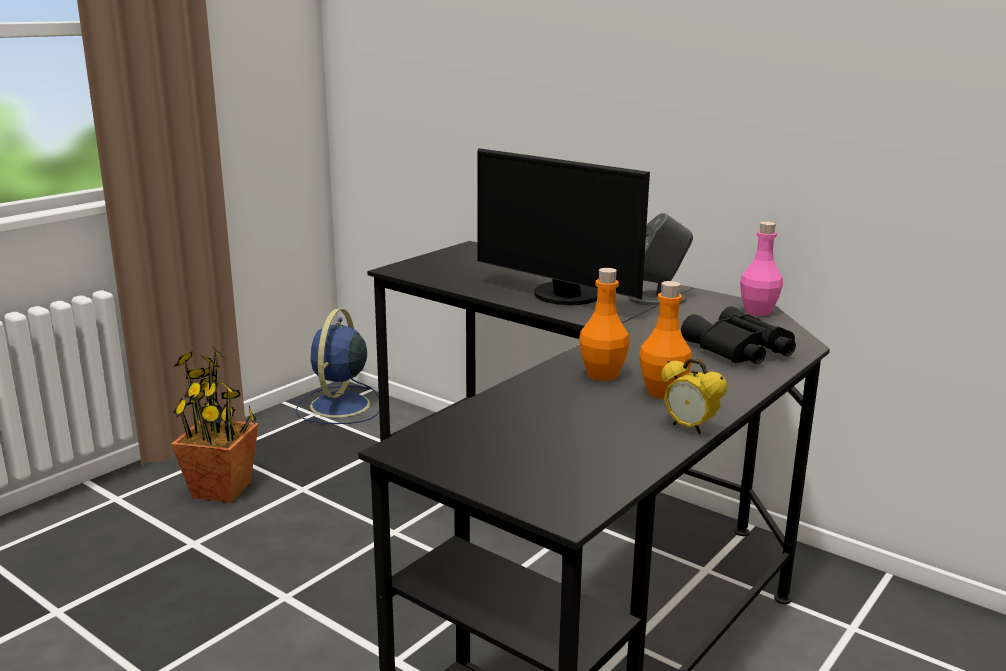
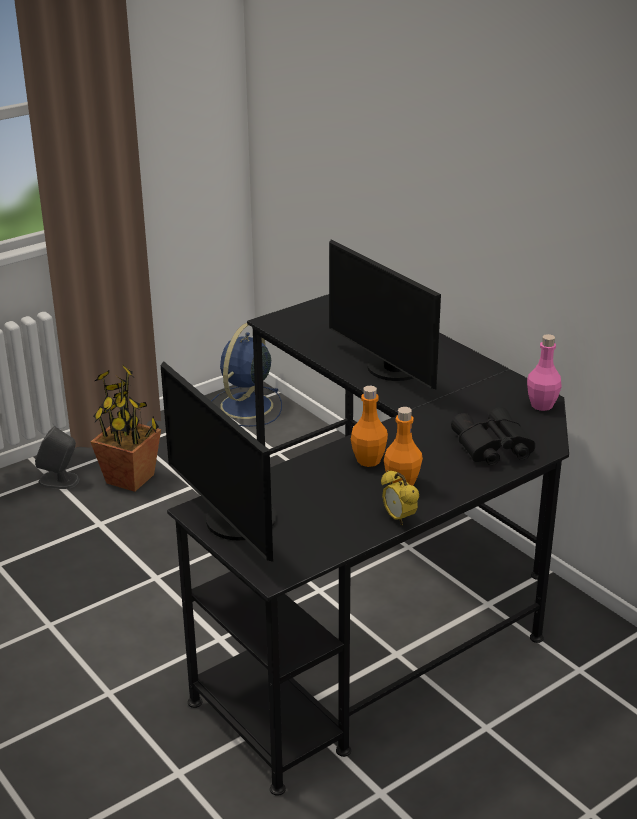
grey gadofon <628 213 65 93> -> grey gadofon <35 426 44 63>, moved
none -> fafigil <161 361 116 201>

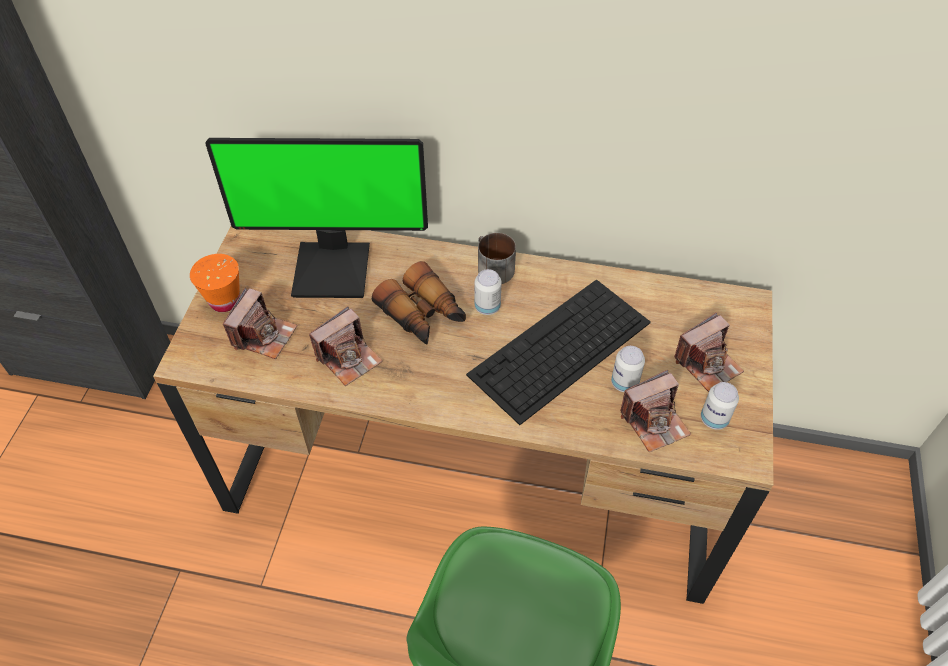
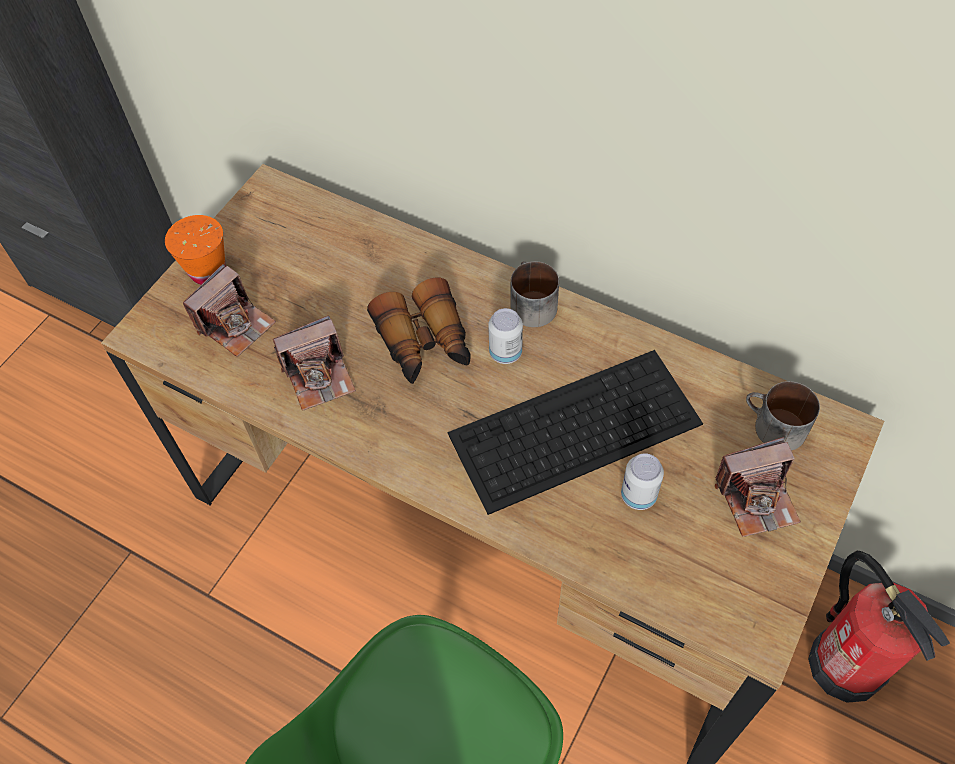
fafigil <205 138 223 160> -> none
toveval <620 370 71 82> -> none
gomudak <701 382 38 48> -> none
none -> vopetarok <746 381 74 69>
none -> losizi <808 551 142 152>

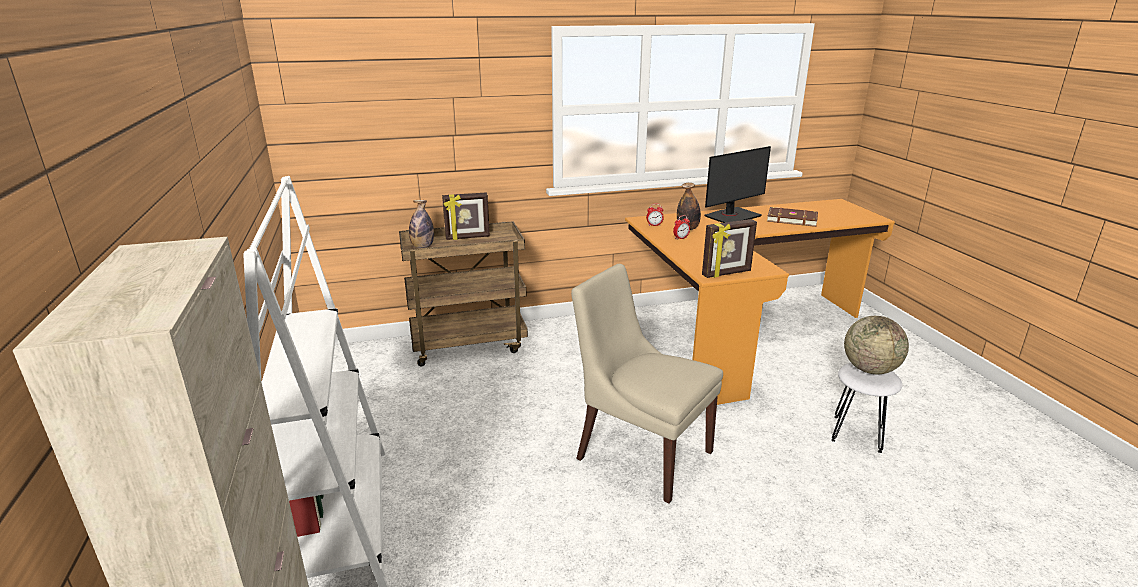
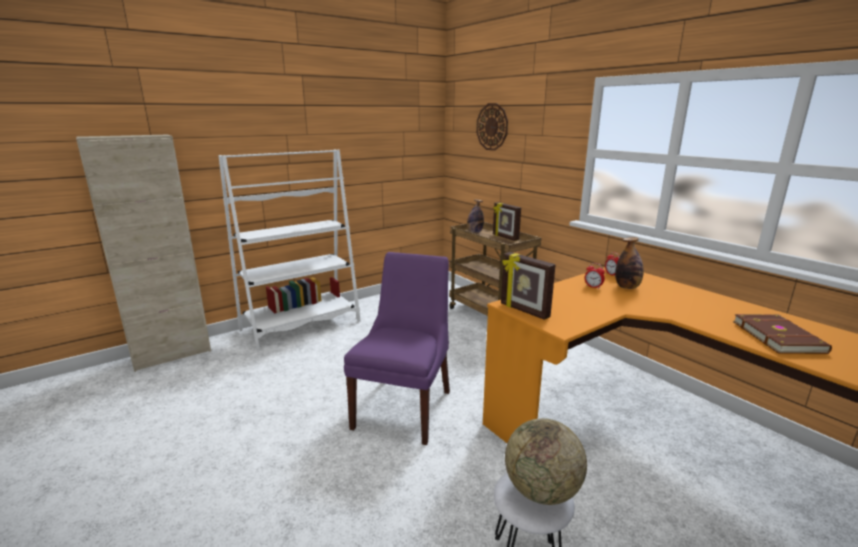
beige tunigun <571 264 152 239> -> purple tunigun <344 252 106 193>
fafigil <705 146 66 77> -> none
none -> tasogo <476 103 32 48>

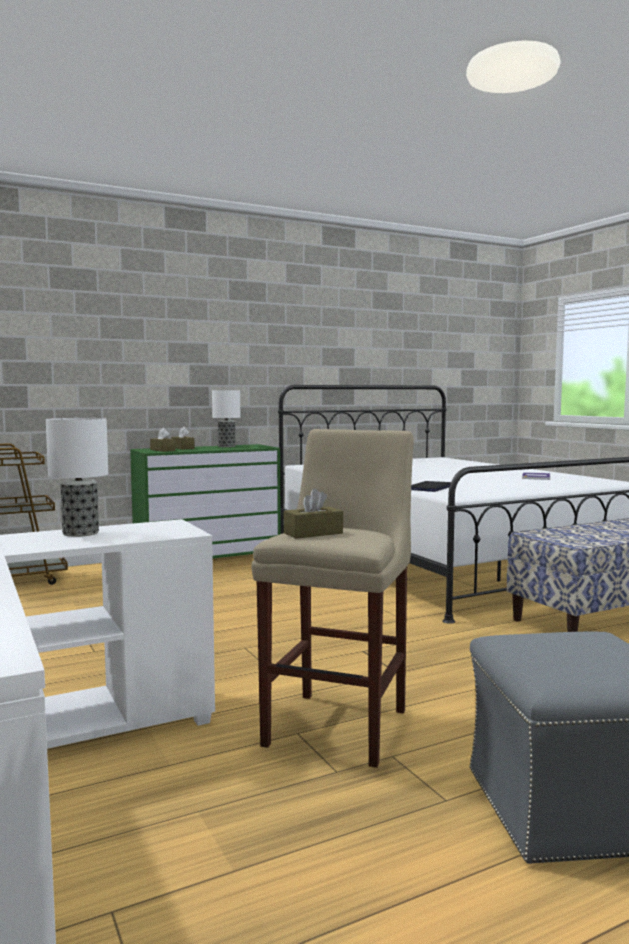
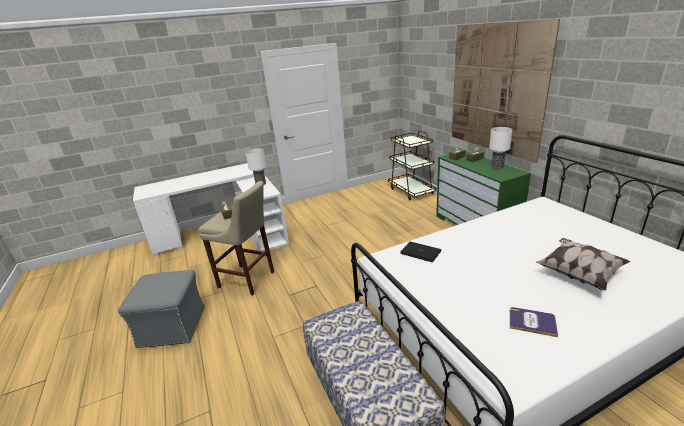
none -> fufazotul <452 19 108 144>
none -> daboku <535 238 95 53>

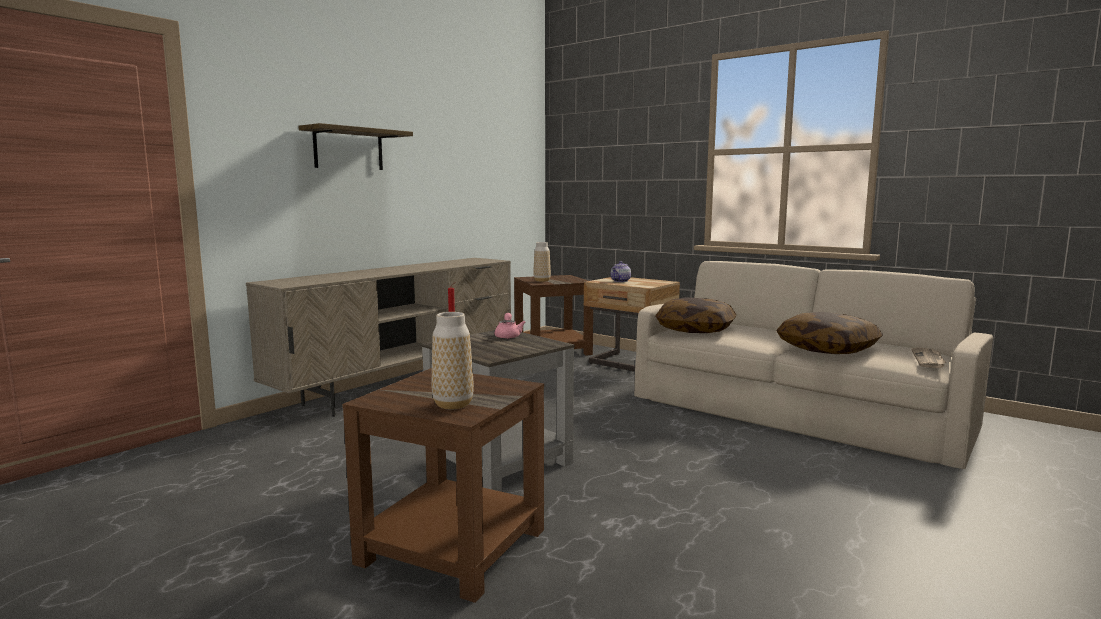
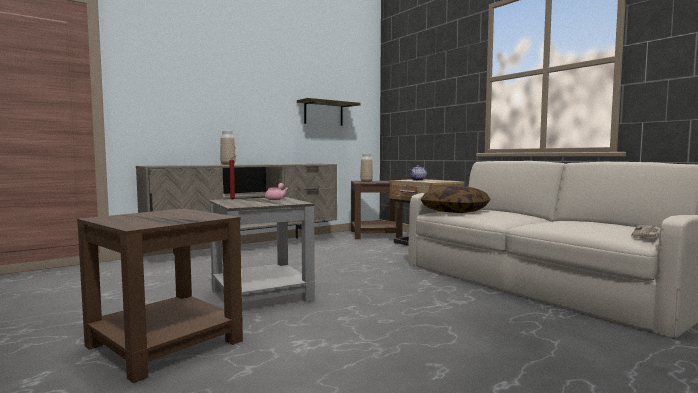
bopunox <298 123 115 47> -> bopunox <297 98 63 28>, moved
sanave <432 312 42 97> -> sanave <220 131 16 34>, moved
daboku <776 312 107 42> -> none

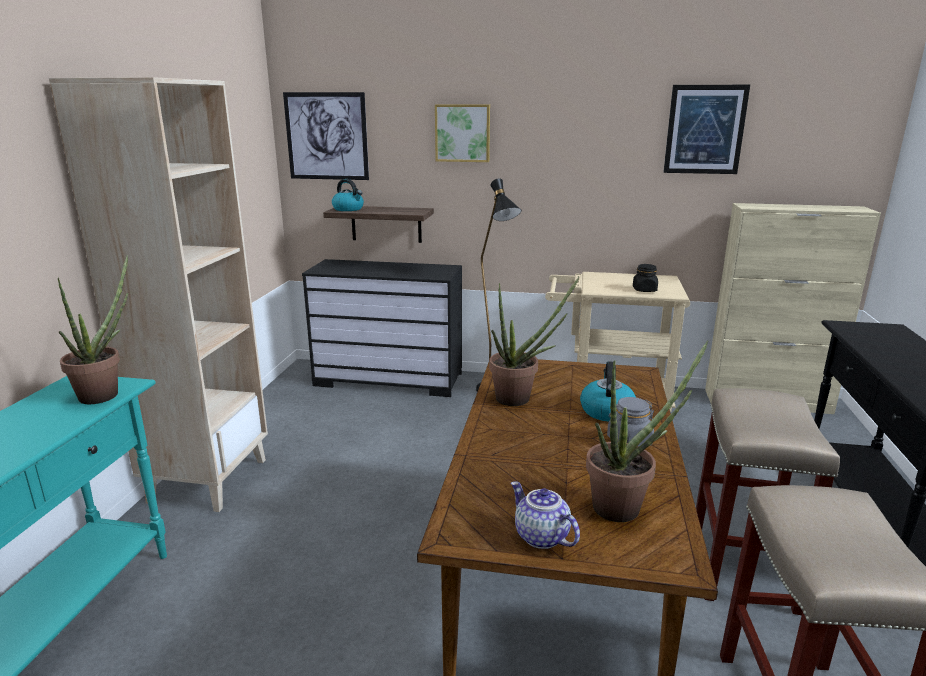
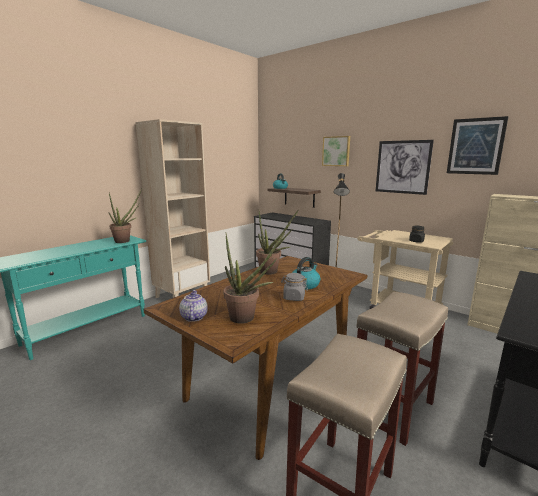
fufazotul <283 92 86 88> -> fufazotul <376 140 58 55>, moved

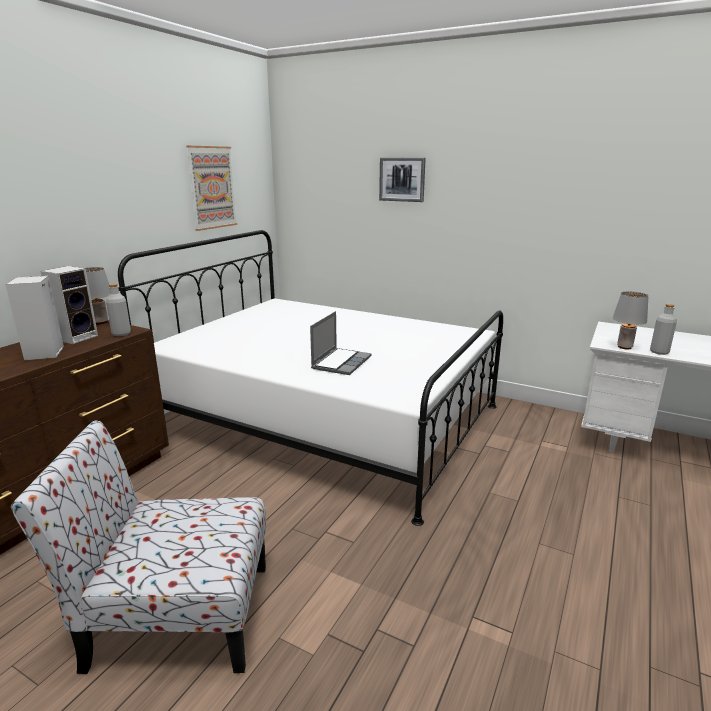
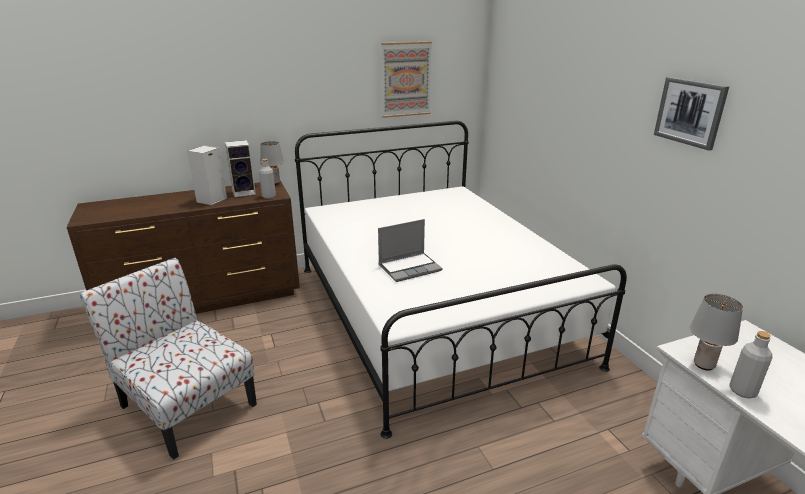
fufazotul <379 158 47 44> -> fufazotul <654 77 75 74>, moved

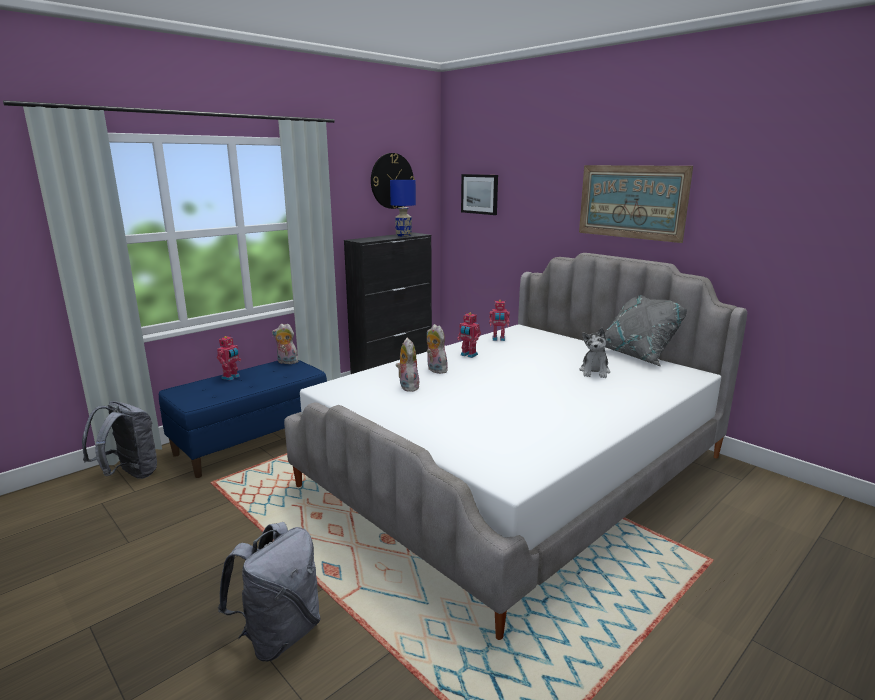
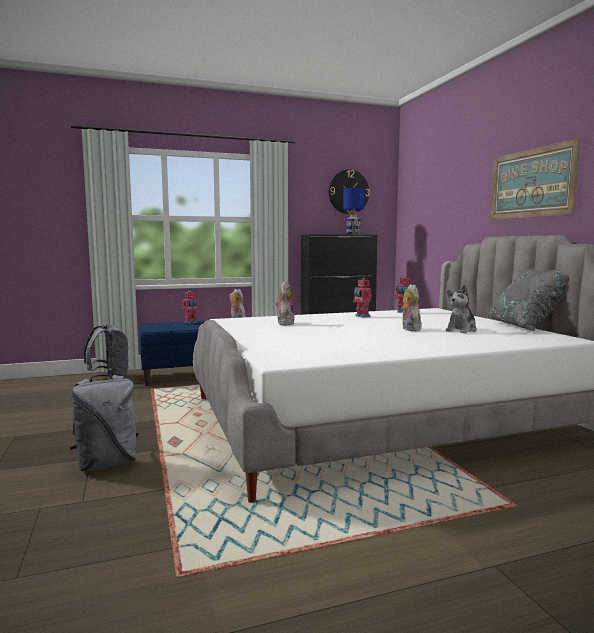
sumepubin <426 324 24 50> -> sumepubin <401 284 20 48>, moved
fufazotul <461 174 37 41> -> none

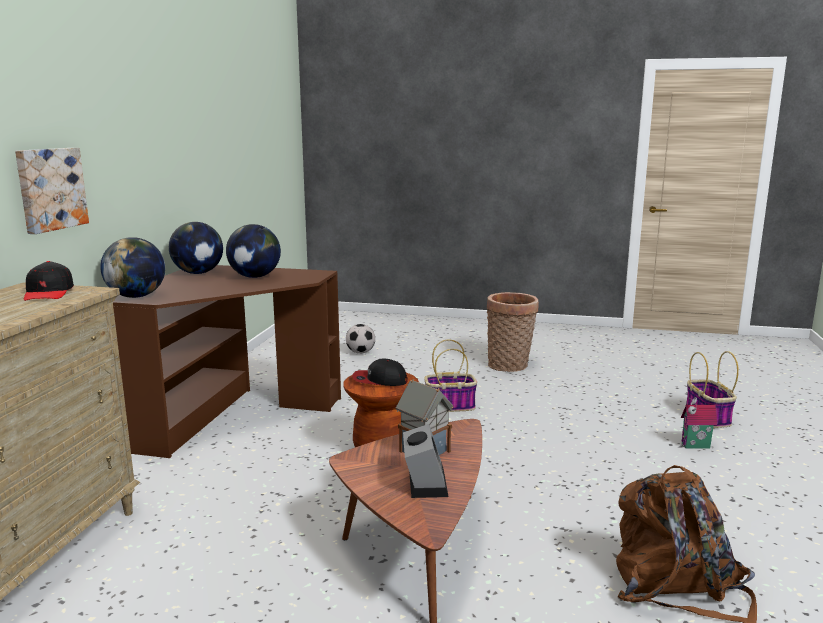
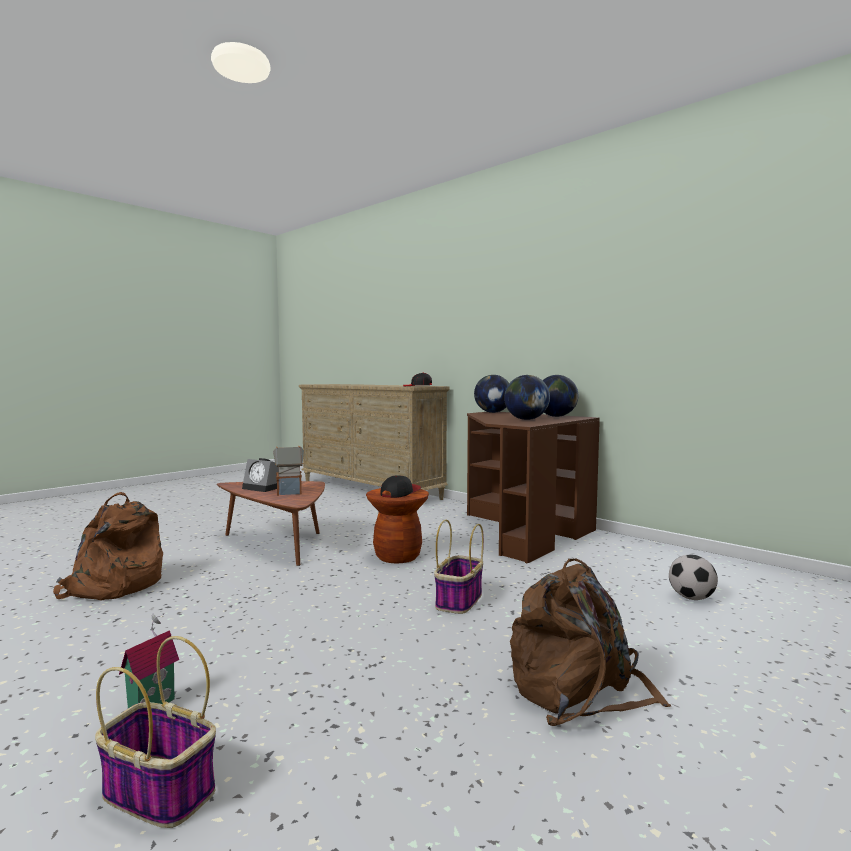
fufazotul <15 148 74 86> -> none
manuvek <487 292 52 80> -> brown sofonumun <510 559 161 167>

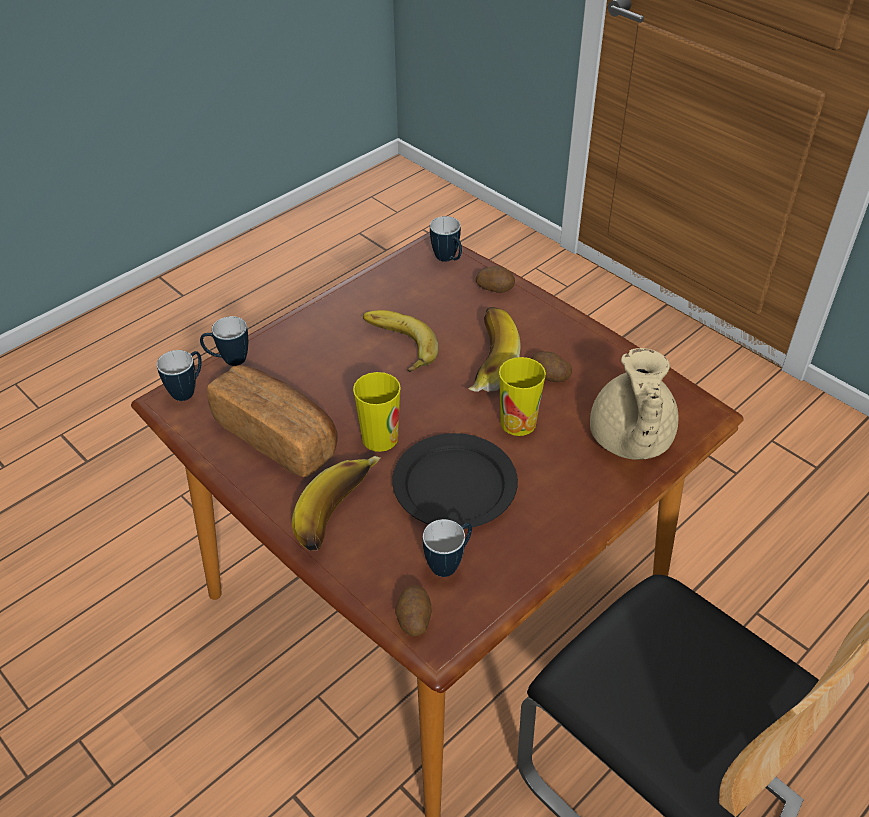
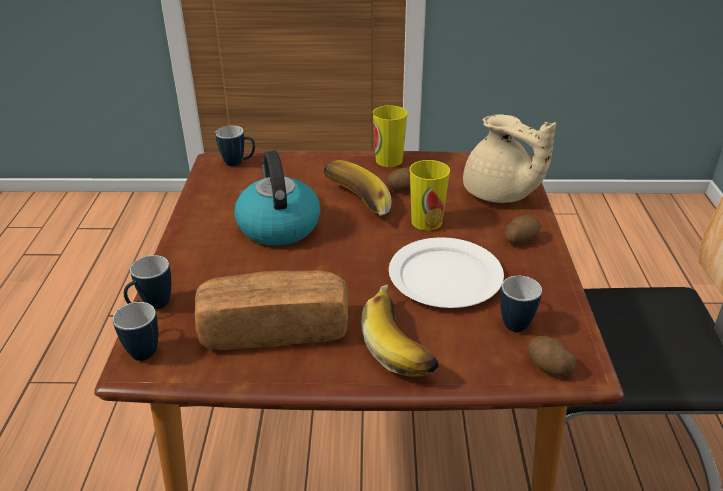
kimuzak <353 372 48 80> -> kimuzak <373 105 35 62>, moved
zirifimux <363 310 76 62> -> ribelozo <234 151 87 95>
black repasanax <392 433 126 96> -> white repasanax <389 237 115 71>
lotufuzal <476 266 39 27> -> lotufuzal <505 215 36 29>, moved

